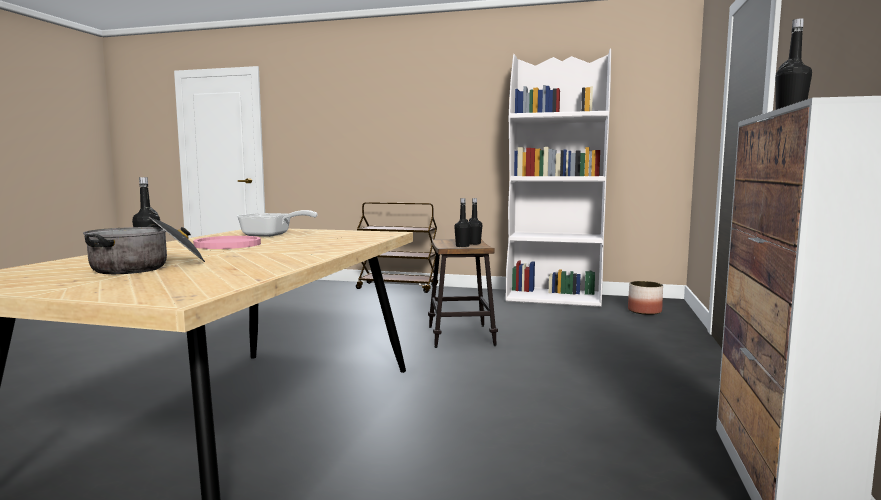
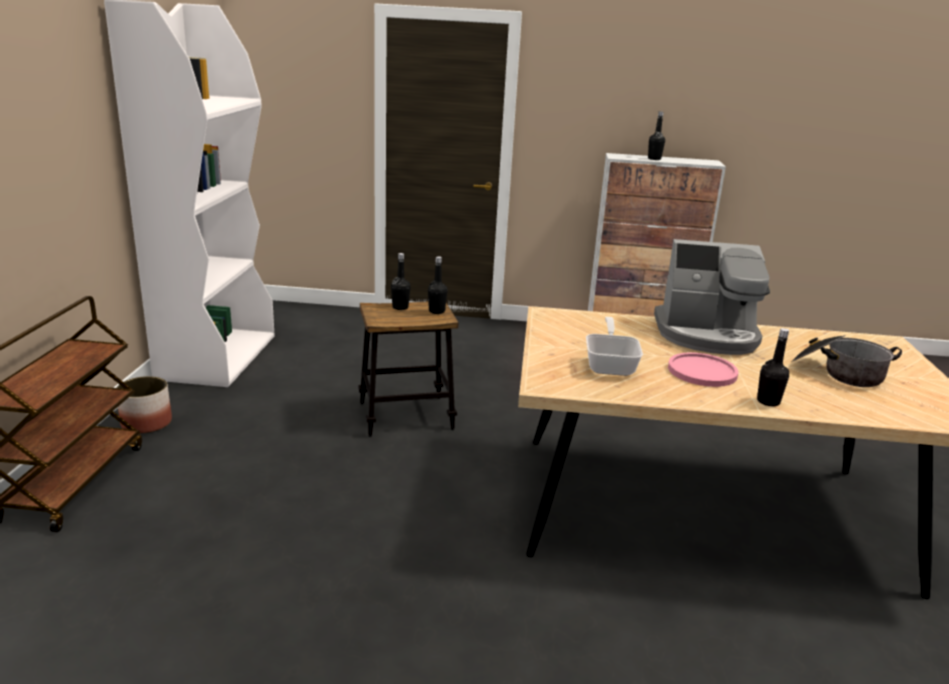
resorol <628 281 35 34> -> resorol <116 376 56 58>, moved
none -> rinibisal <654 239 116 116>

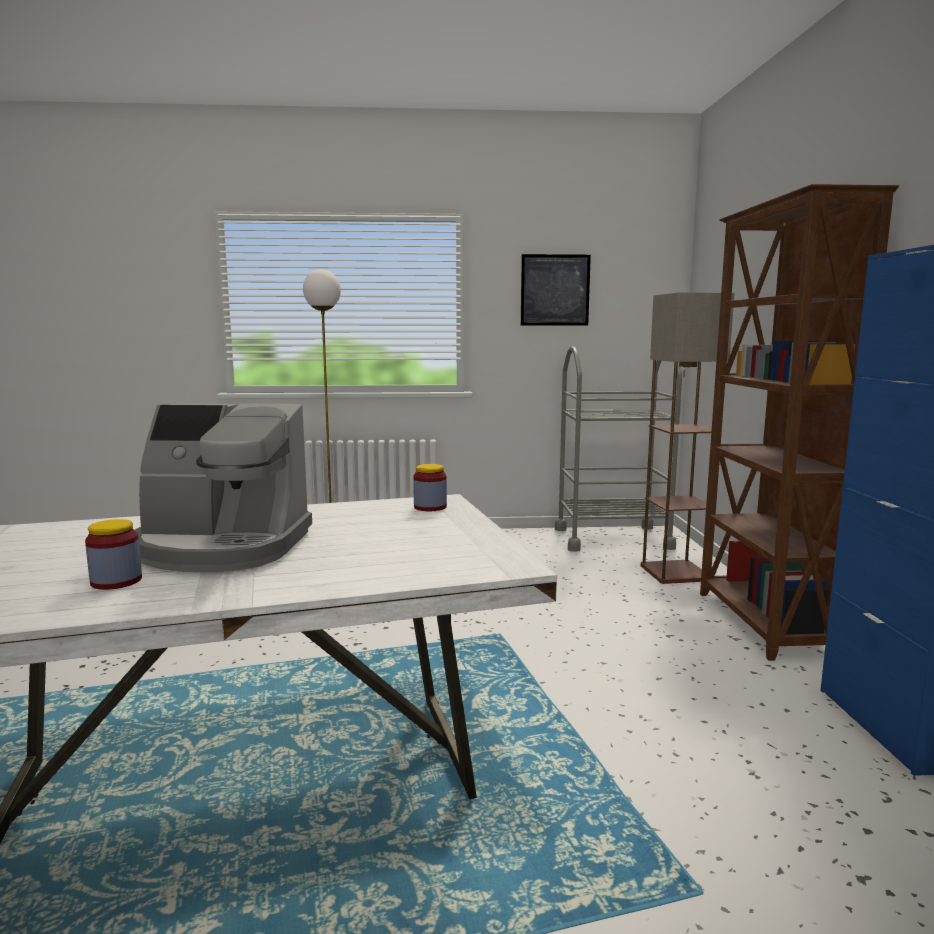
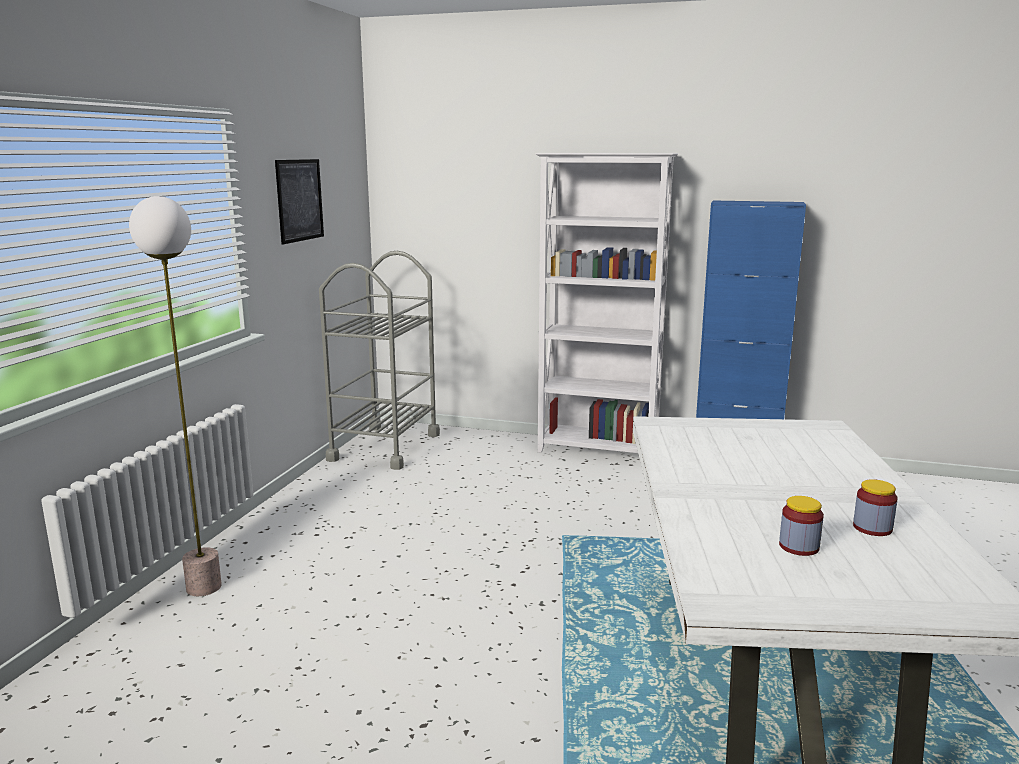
rinibisal <135 404 177 168> -> none
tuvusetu <413 464 34 47> -> tuvusetu <779 496 45 60>, moved
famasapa <641 292 94 292> -> none
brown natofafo <700 184 199 477> -> white natofafo <535 153 143 300>

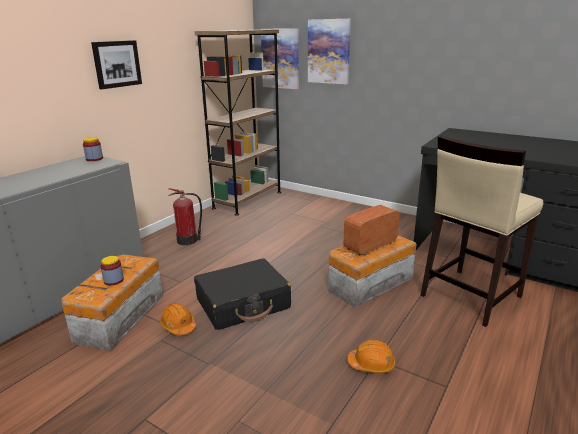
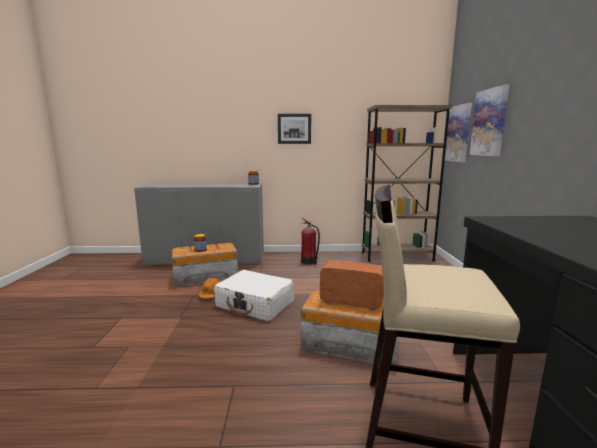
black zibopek <194 258 97 72> -> white zibopek <214 270 80 52>
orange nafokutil <347 340 49 33> -> none

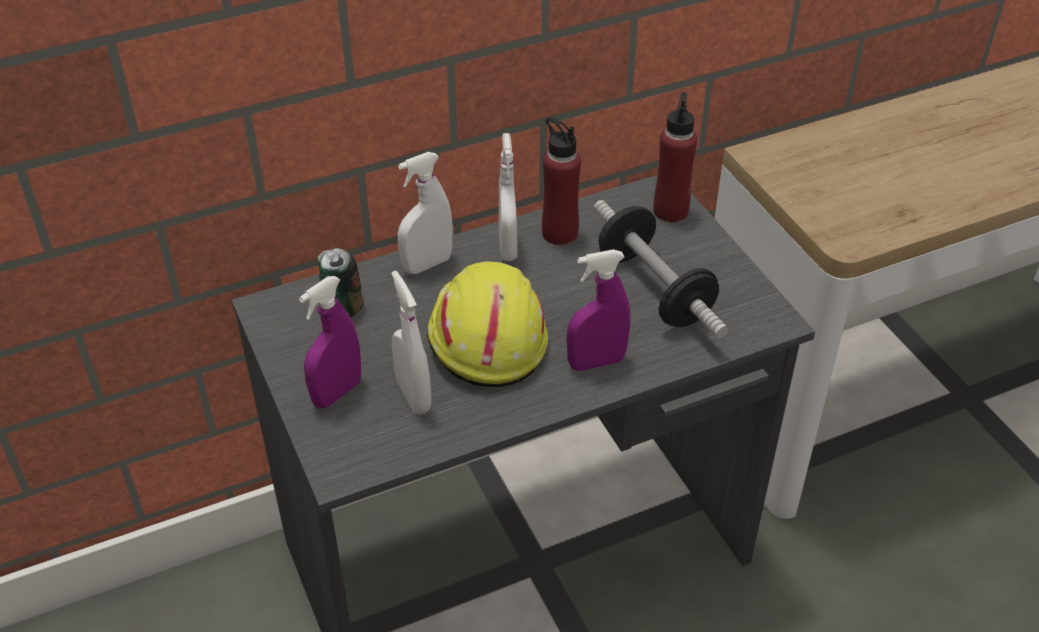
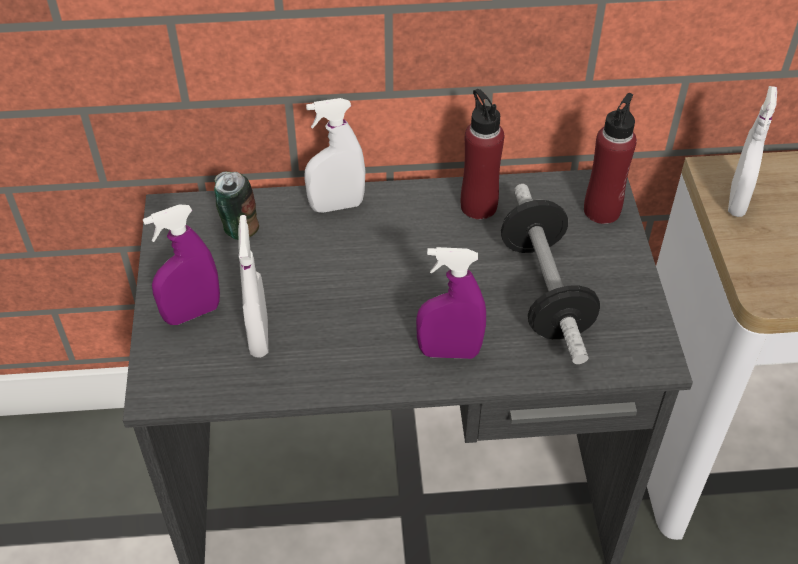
yellow nafokutil <427 261 121 127> -> none
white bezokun <499 133 18 128> -> white bezokun <728 86 49 131>, moved

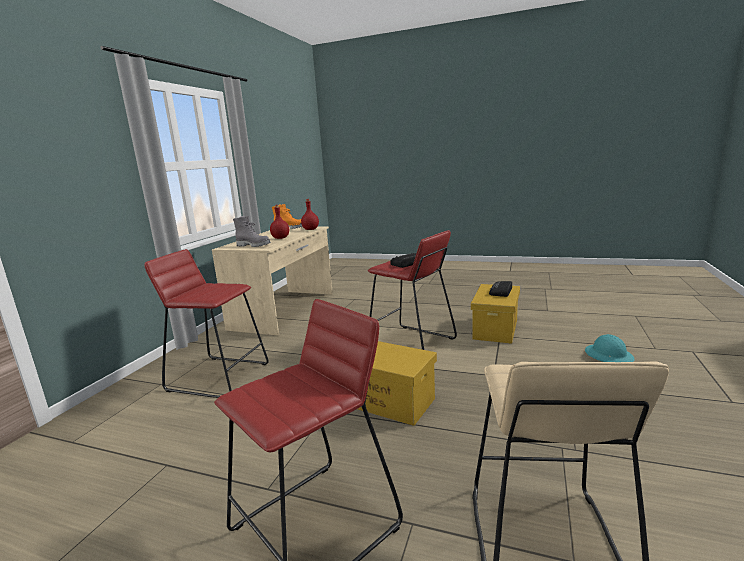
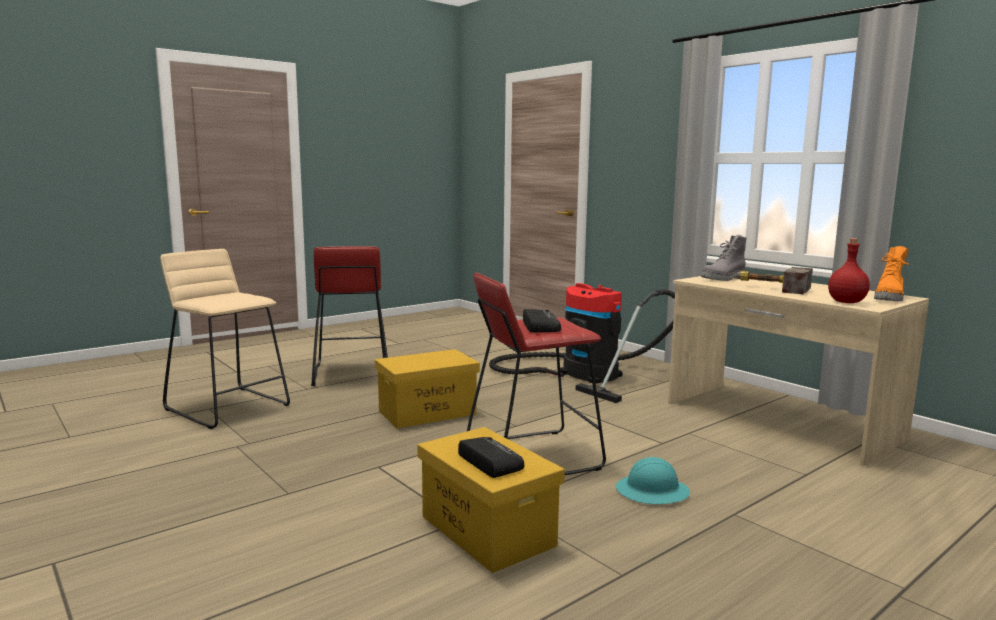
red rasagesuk <144 249 125 149> -> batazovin <489 283 186 120>
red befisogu <270 205 19 34> -> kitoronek <736 267 77 28>
turquoise nafokutil <585 334 50 28> -> turquoise nafokutil <616 457 74 47>, moved

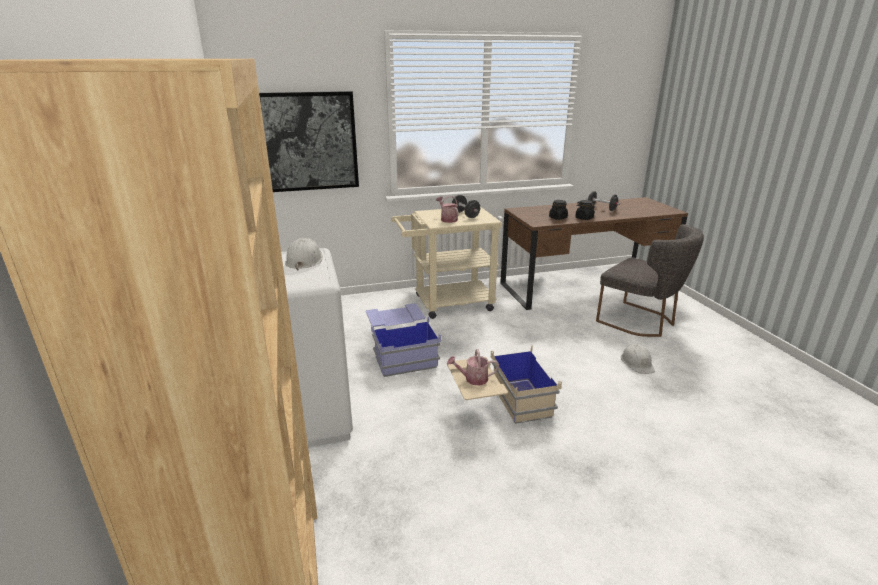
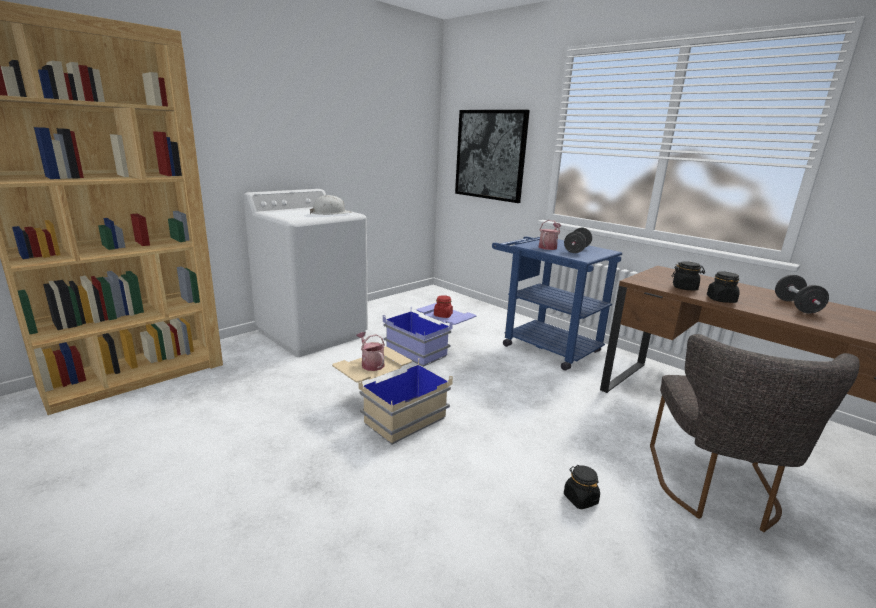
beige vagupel <391 207 111 112> -> blue vagupel <492 236 130 135>
white nafokutil <621 344 34 30> -> black tuvusetu <564 465 36 44>
none -> red tuvusetu <434 295 19 23>

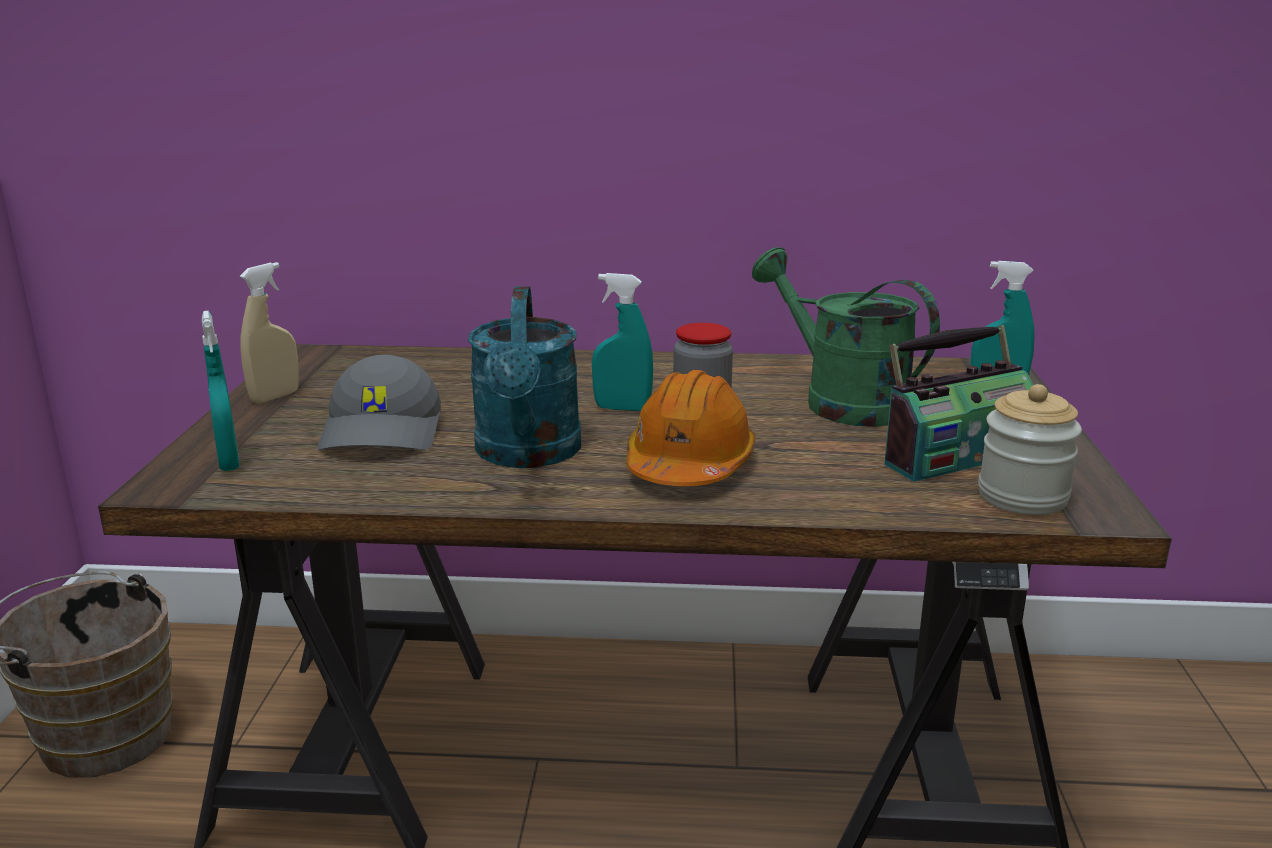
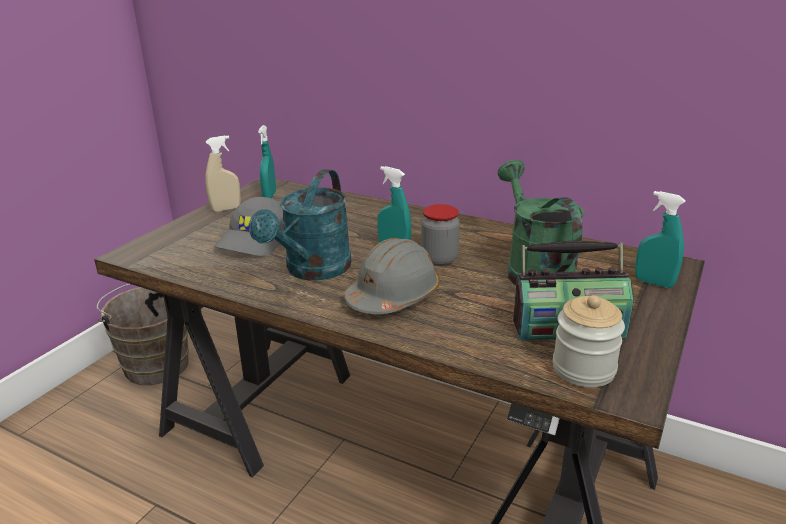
turquoise bezokun <202 311 38 160> -> turquoise bezokun <258 125 18 73>, moved
orange nafokutil <626 370 130 116> -> grey nafokutil <344 238 96 76>

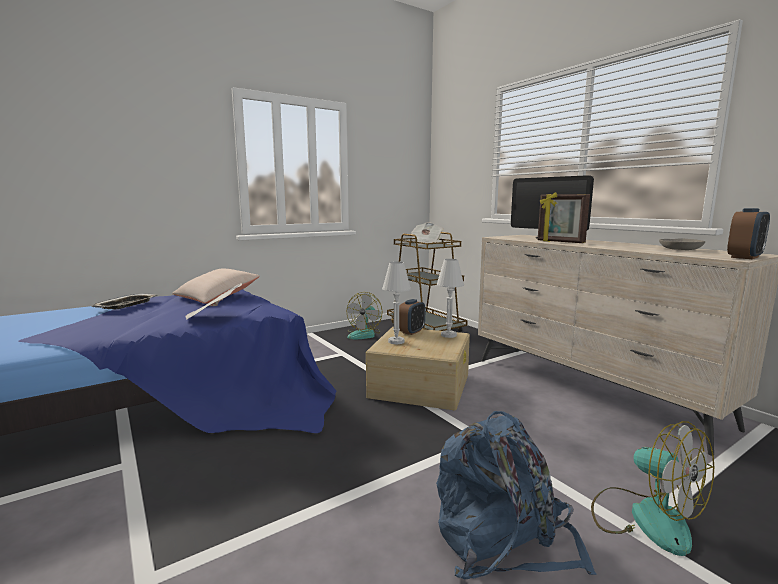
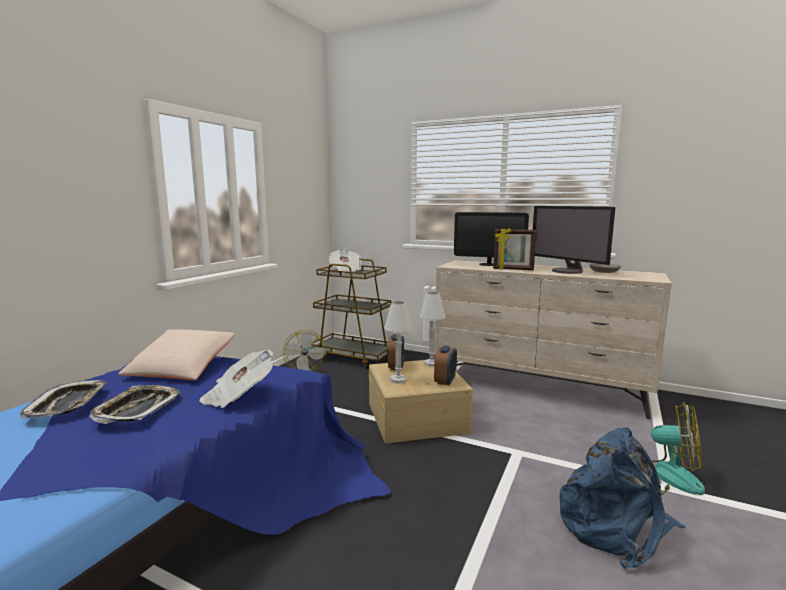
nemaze <727 208 43 51> -> nemaze <434 346 23 39>, moved
none -> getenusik <90 385 90 39>
none -> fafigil <533 206 82 68>

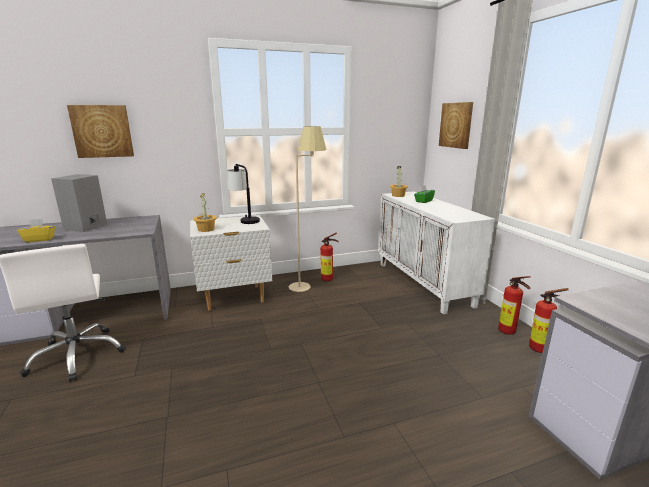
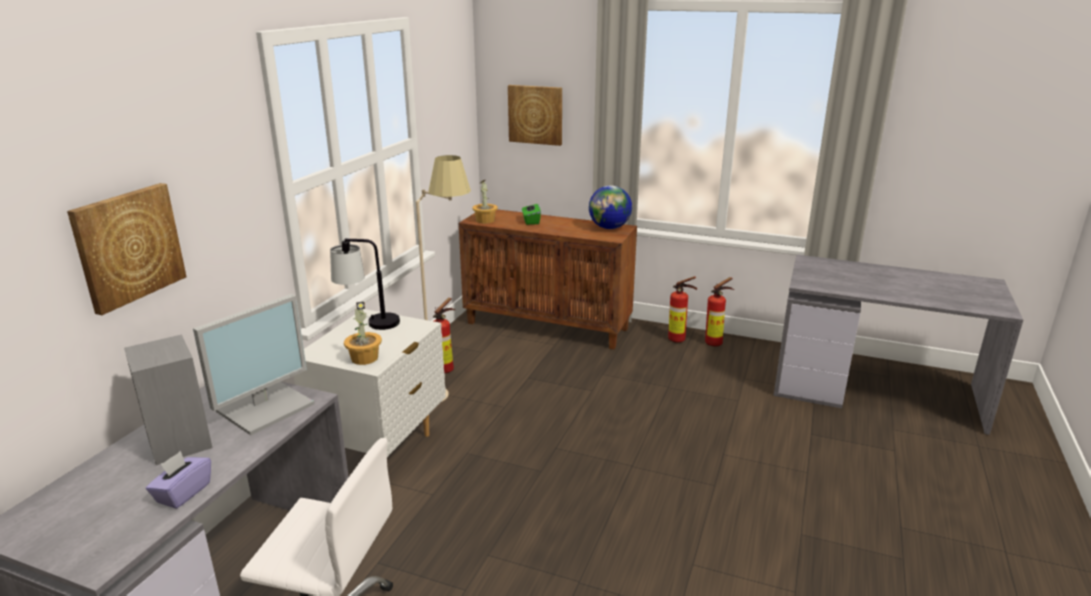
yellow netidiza <17 219 38 23> -> purple netidiza <146 451 65 58>
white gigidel <378 191 118 123> -> brown gigidel <459 209 178 140>
none -> fafigil <193 294 121 141>
none -> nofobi <589 185 43 44>

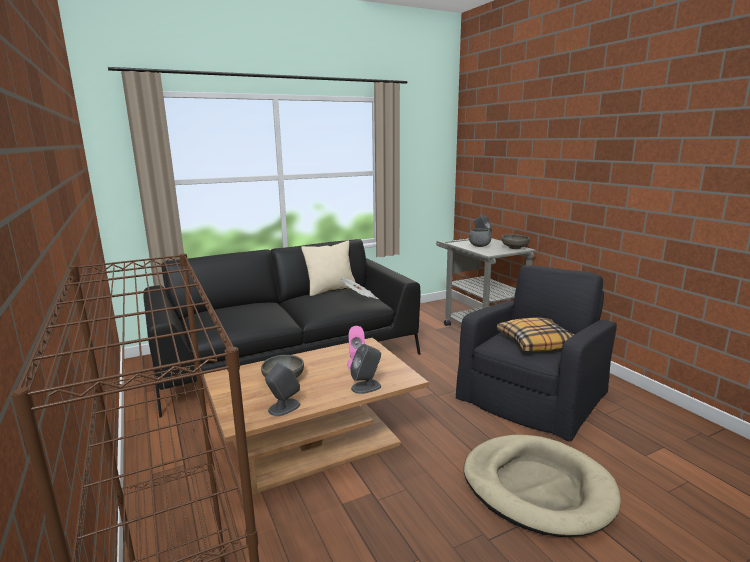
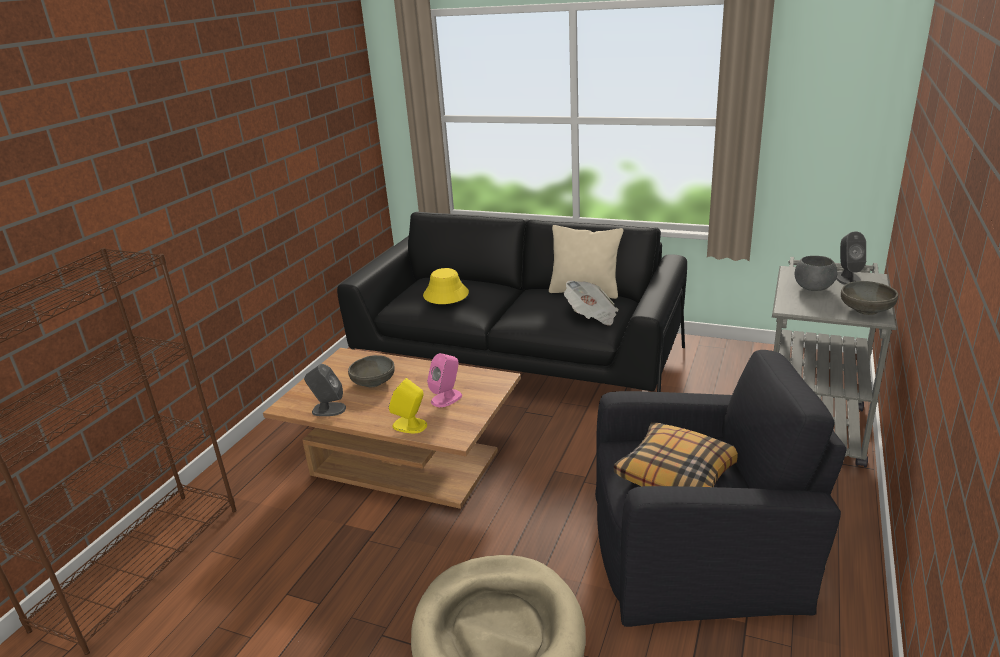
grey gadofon <350 344 31 50> -> yellow gadofon <389 378 38 55>
none -> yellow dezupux <423 268 46 36>

